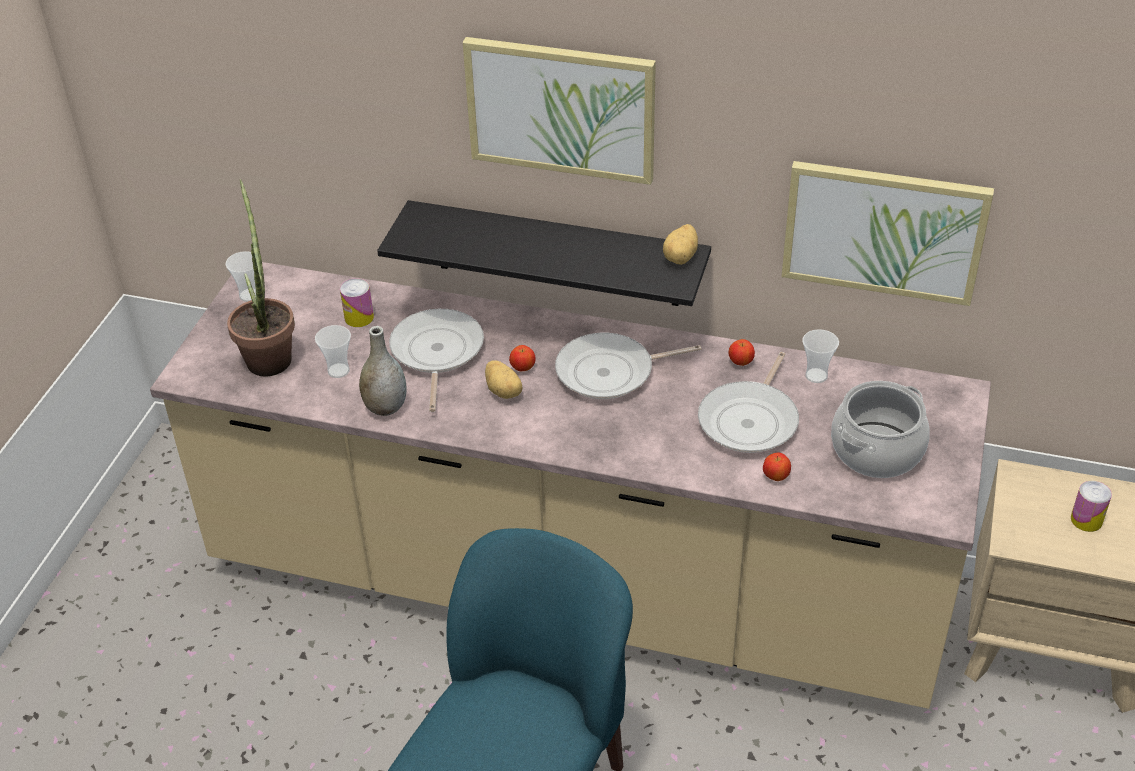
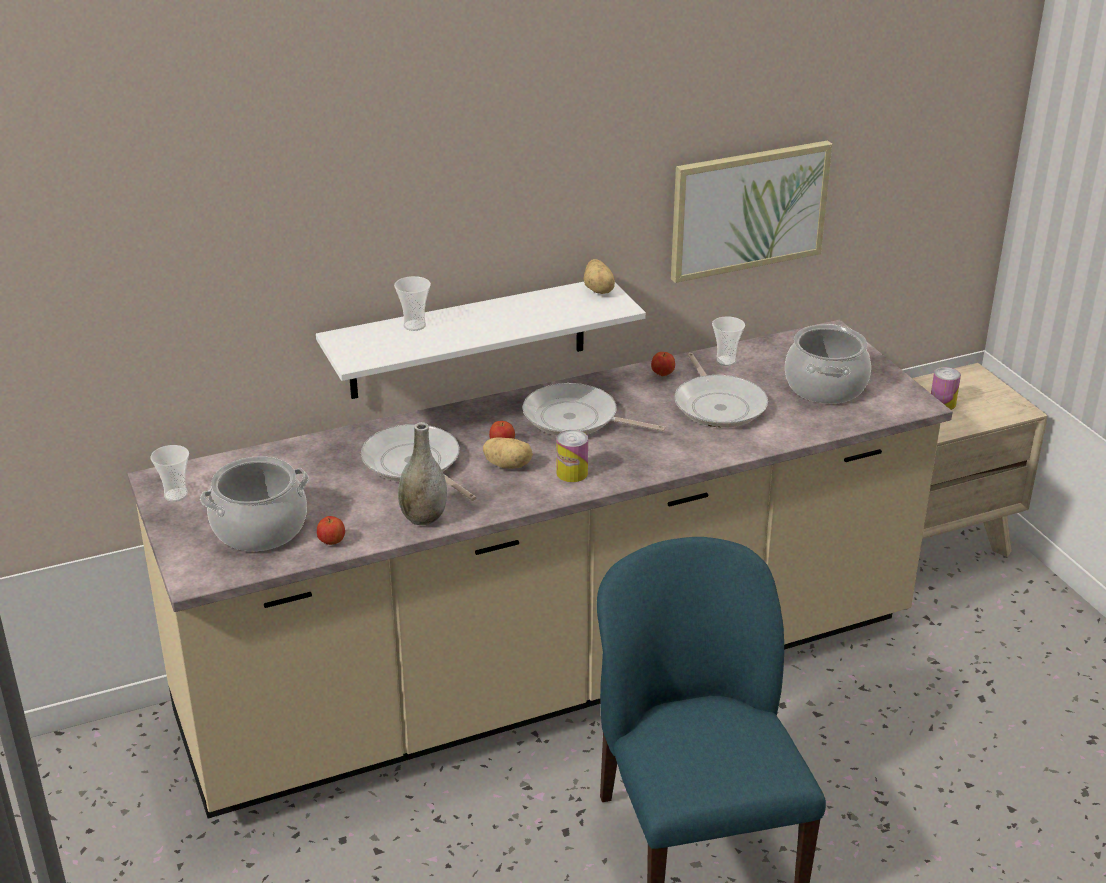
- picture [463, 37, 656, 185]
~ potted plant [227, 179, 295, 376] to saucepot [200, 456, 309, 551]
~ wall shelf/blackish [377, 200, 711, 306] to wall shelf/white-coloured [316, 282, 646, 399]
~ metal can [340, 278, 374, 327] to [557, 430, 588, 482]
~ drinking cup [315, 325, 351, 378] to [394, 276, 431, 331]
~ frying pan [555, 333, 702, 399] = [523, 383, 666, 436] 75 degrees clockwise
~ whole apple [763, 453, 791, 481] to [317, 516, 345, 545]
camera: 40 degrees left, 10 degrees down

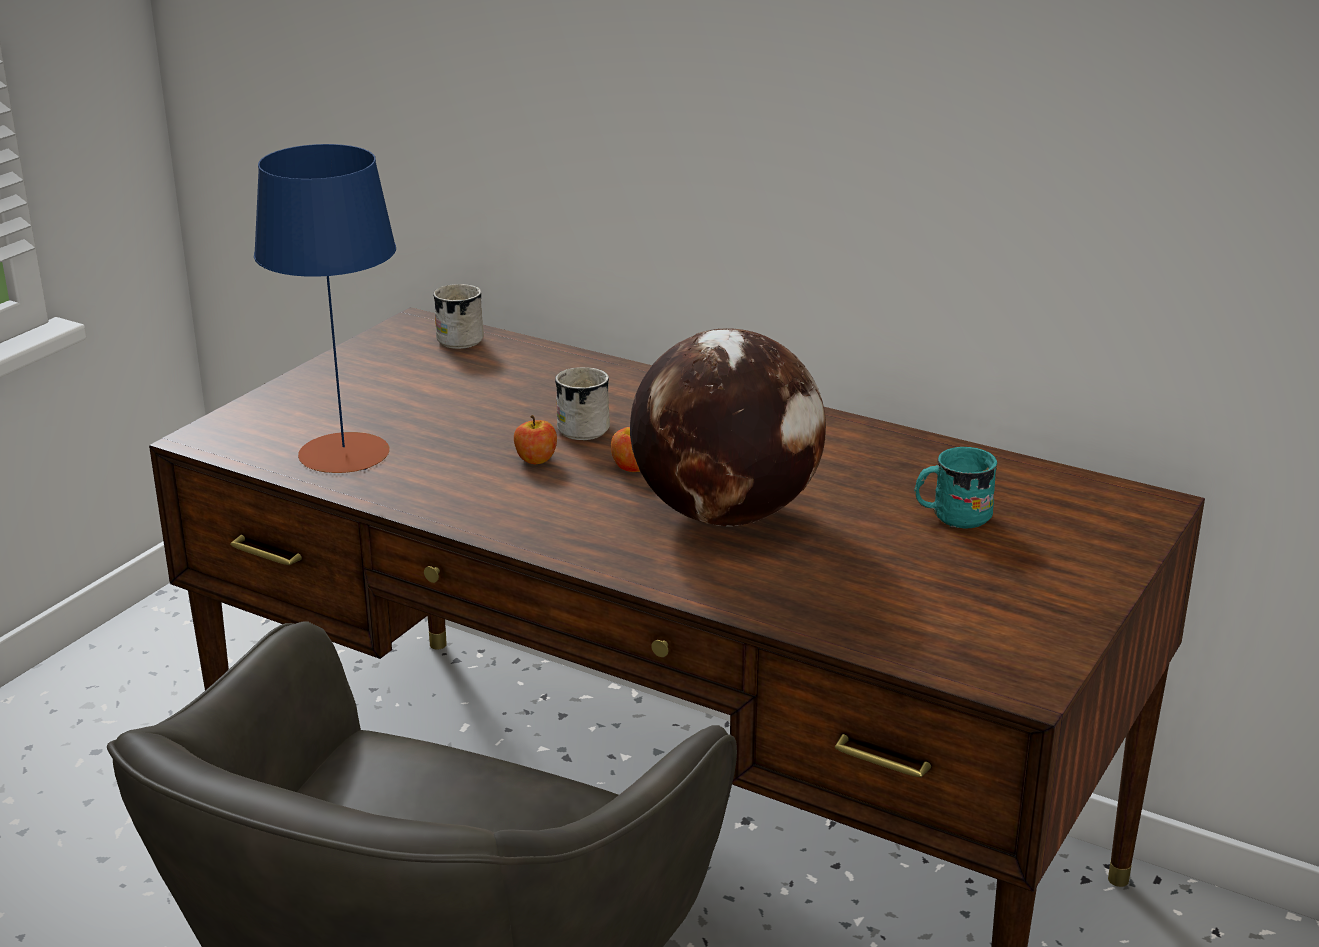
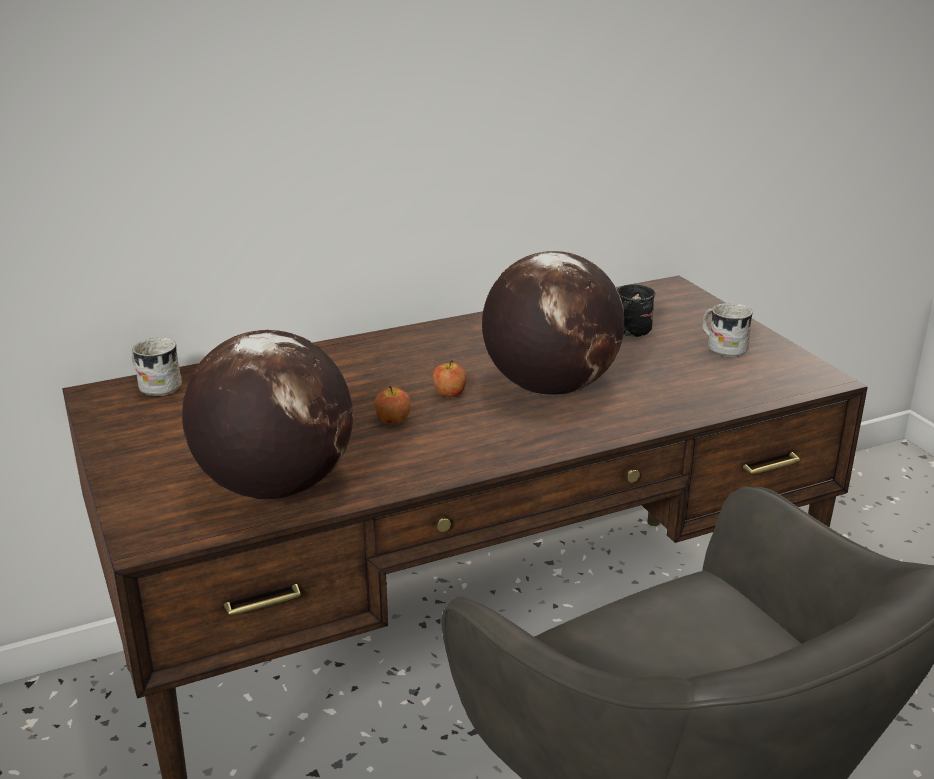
~ lamp for a table/blue-coloured [254, 144, 396, 473] to desk globe [182, 330, 353, 499]
~ coffee mug/white-coloured [555, 367, 610, 440] to [702, 303, 753, 357]
~ coffee mug/blue-green [914, 447, 998, 528] to coffee mug/blackish [617, 285, 655, 337]
camera: 55 degrees left, 0 degrees up

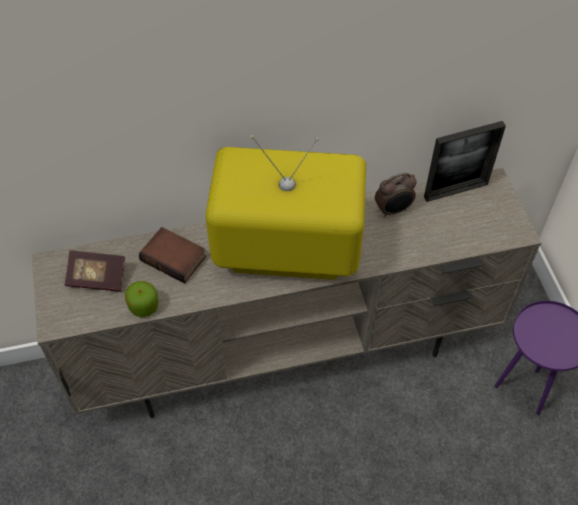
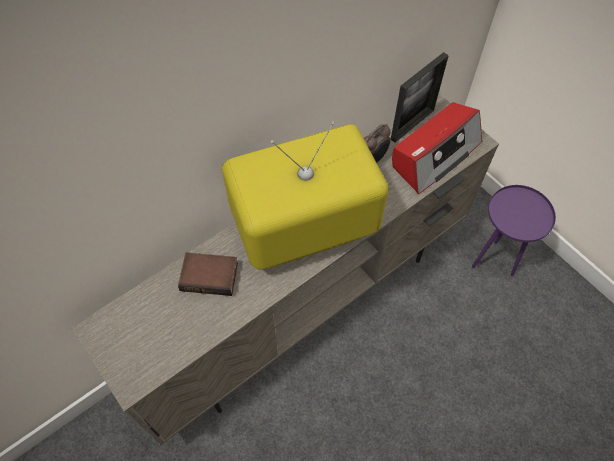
- book [65, 250, 125, 292]
- whole apple [125, 281, 158, 317]
+ radio [392, 102, 482, 194]
camera: 25 degrees left, 5 degrees up

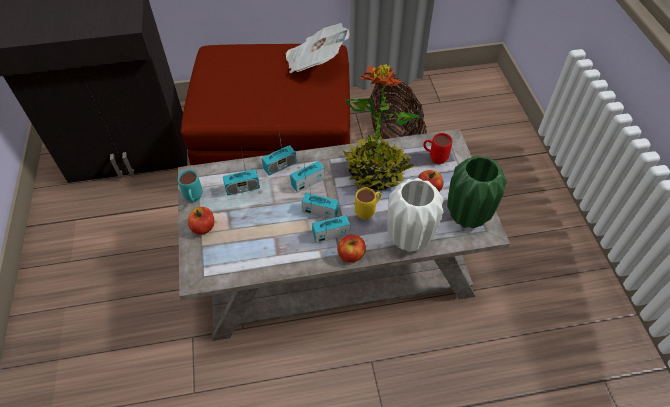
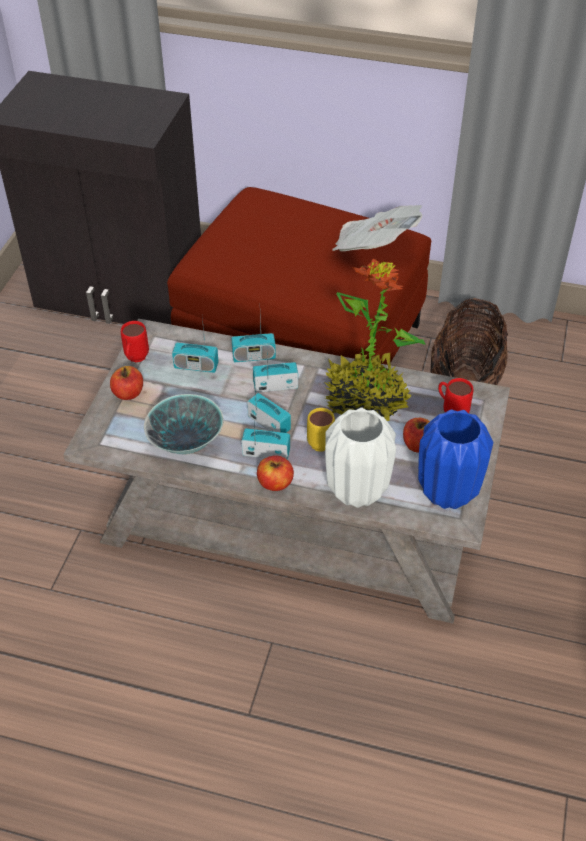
~ flower vase/green-coloured [447, 155, 507, 228] to flower vase/blue-coloured [418, 410, 493, 509]
~ coffee mug/blue-green [178, 170, 203, 202] to coffee mug/reddish [121, 321, 149, 362]
+ deep dish [144, 394, 224, 455]
camera: 25 degrees right, 5 degrees down

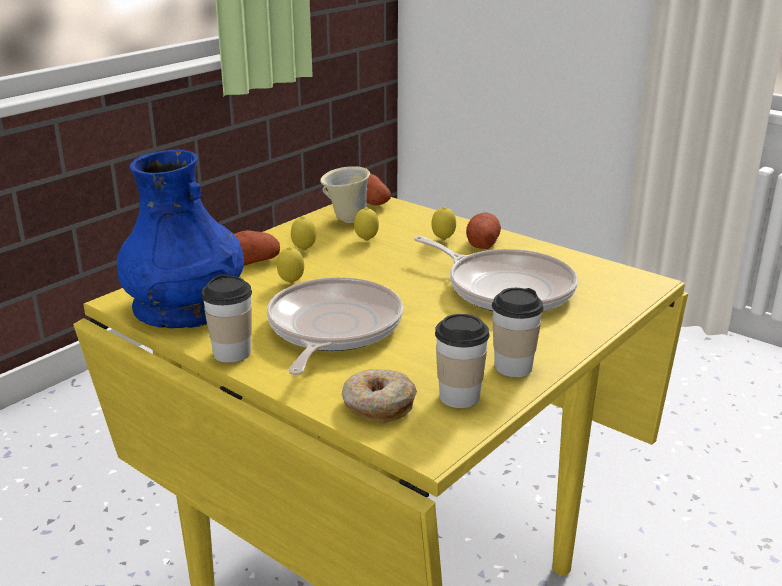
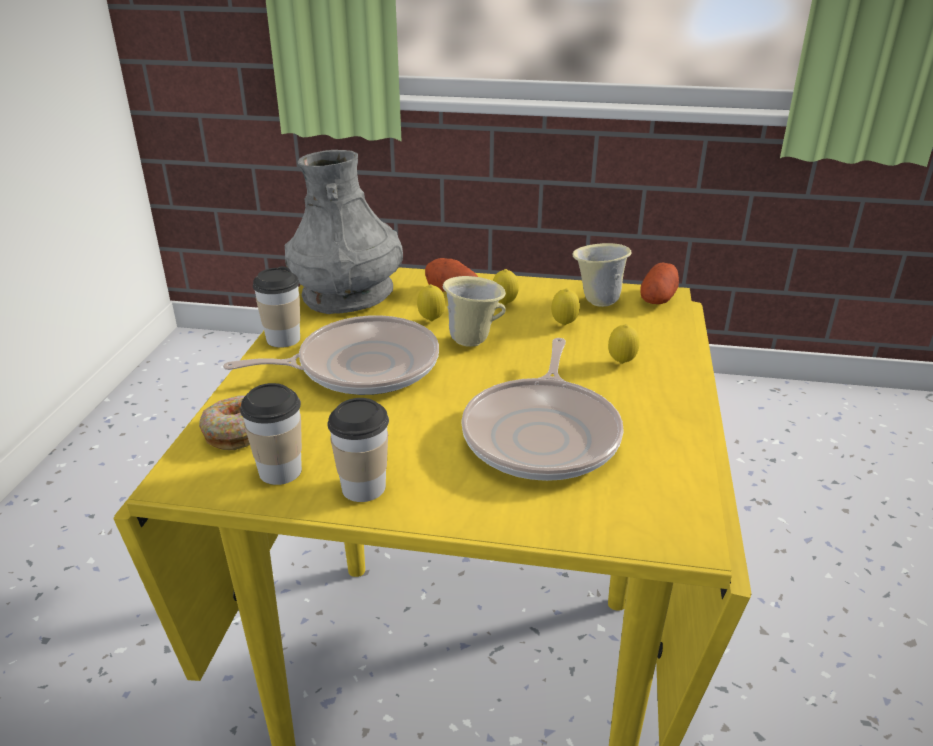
~ flower vase/blue-coloured [117, 150, 244, 328] to flower vase/gray [285, 150, 403, 314]
- whole potato [466, 212, 501, 249]
+ coffee mug/beige-coloured [443, 276, 506, 347]
camera: 60 degrees right, 5 degrees up

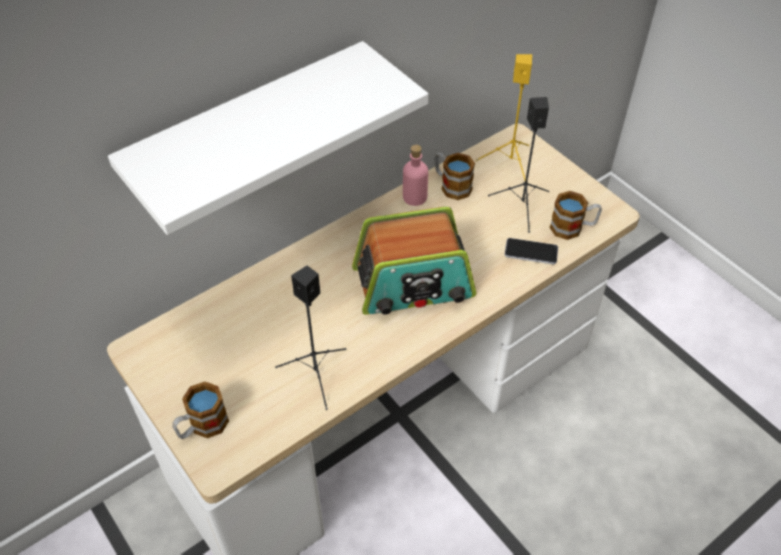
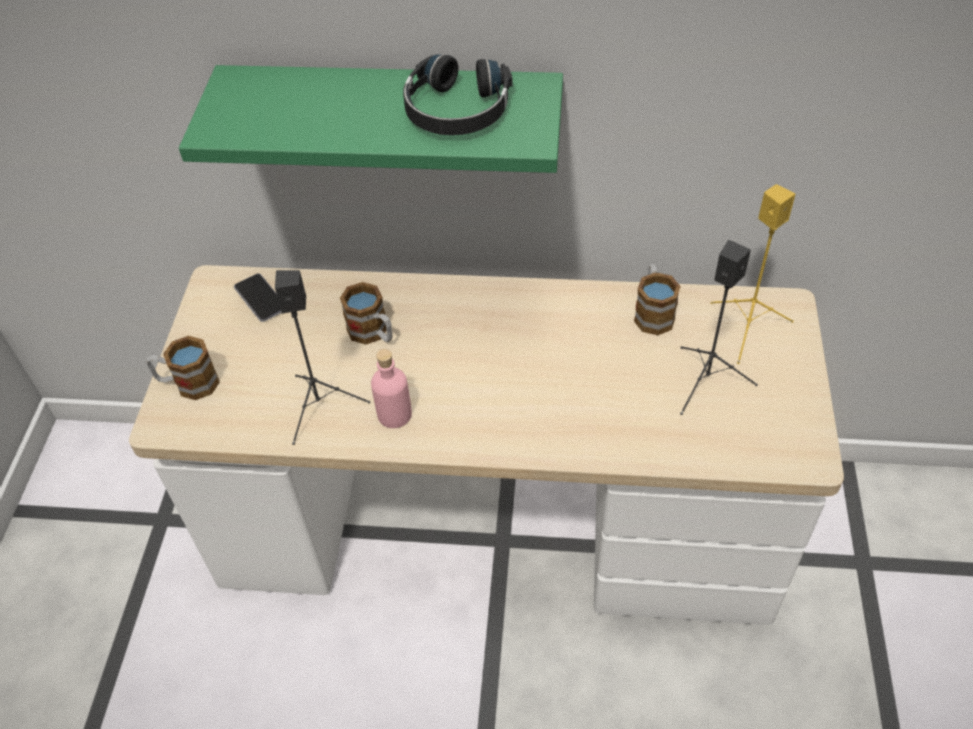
~ wall shelf/white-coloured [108, 41, 429, 235] to wall shelf/green-coloured [179, 65, 563, 173]
~ bottle/pink-coloured [403, 145, 428, 206] to [371, 349, 412, 428]
~ coffee mug [549, 191, 602, 240] to [340, 282, 393, 345]
- radio [352, 207, 476, 315]
~ telephone [504, 238, 558, 264] to [234, 273, 282, 322]
+ pair of headphones/blackish [403, 54, 513, 135]
camera: 45 degrees right, 0 degrees up

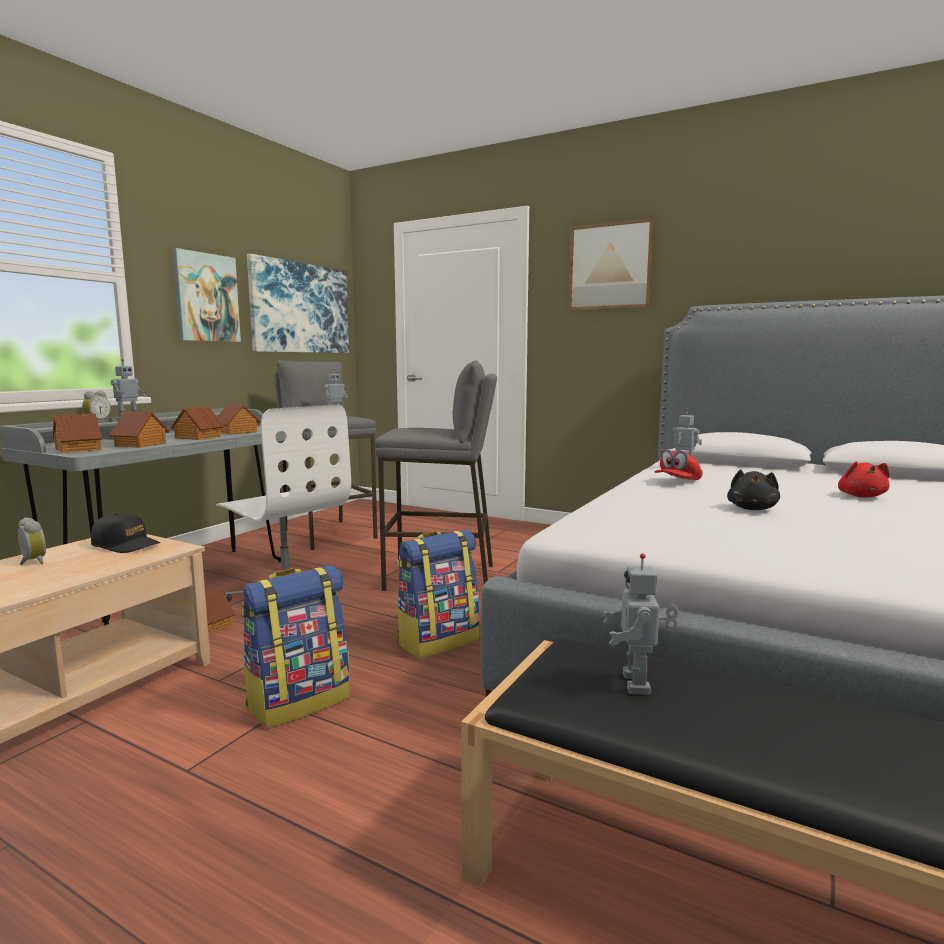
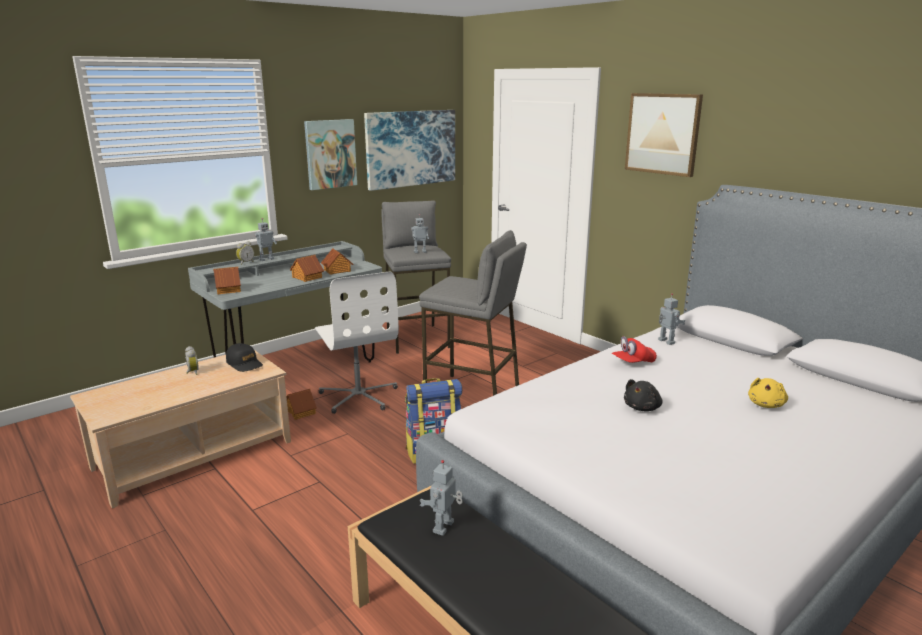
- miniature house [109, 411, 170, 448]
~ cuddly toy/reddish [838, 461, 890, 498] to cuddly toy/yellow [748, 378, 788, 408]
- backpack [241, 565, 350, 728]
camera: 20 degrees right, 10 degrees up

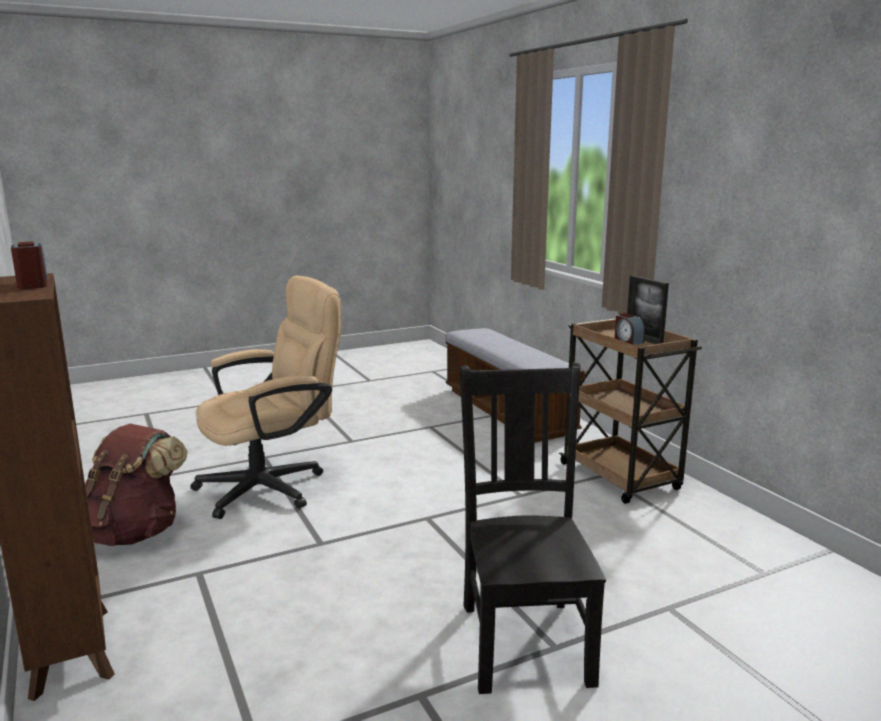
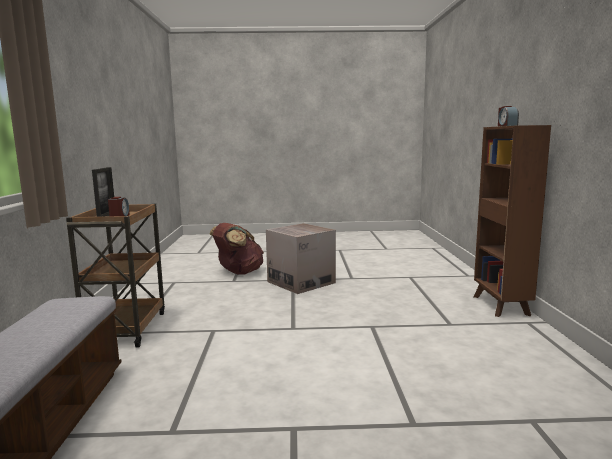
- office chair/beige-coloured [190, 275, 341, 519]
~ plain chair/blackish [459, 363, 606, 694] to packing box [266, 223, 336, 294]
~ backpack/brown-coloured [85, 424, 188, 546] to [210, 223, 264, 274]
camera: 155 degrees left, 5 degrees down

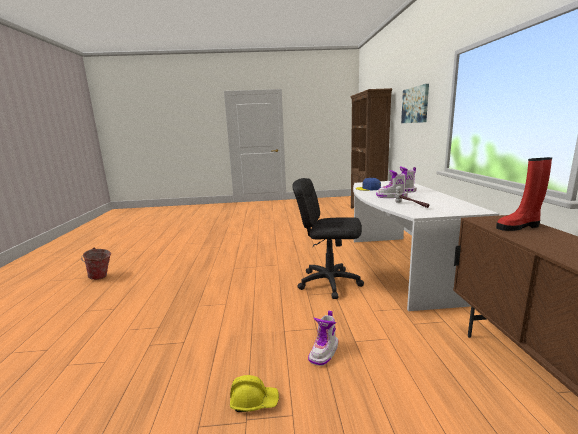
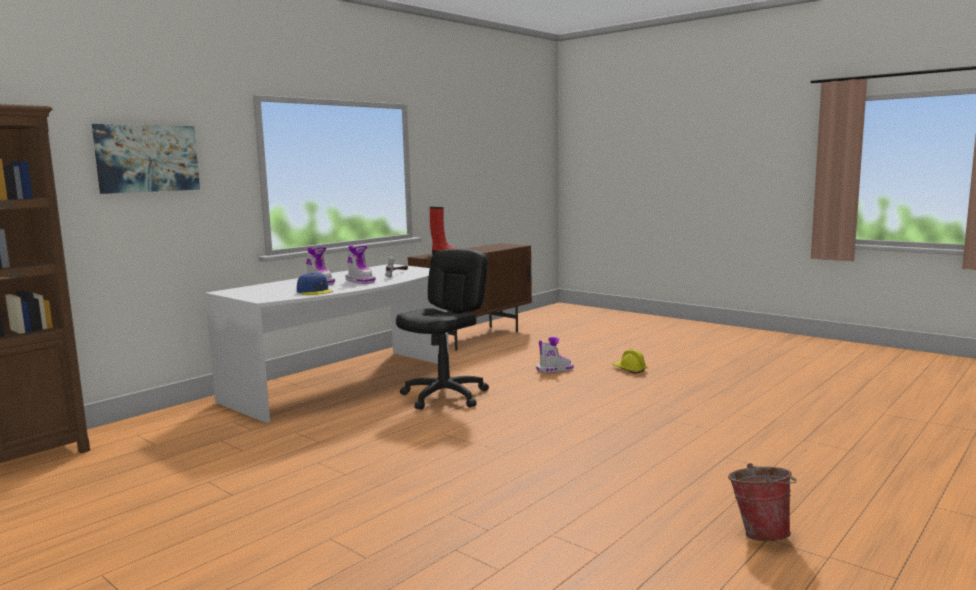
~ office chair/blackish [292, 178, 364, 299] = [396, 249, 489, 410] 120 degrees counterclockwise
camera: 135 degrees left, 5 degrees down

